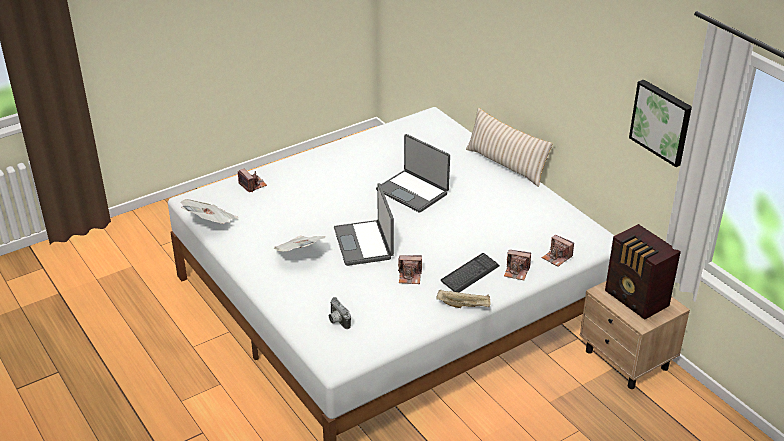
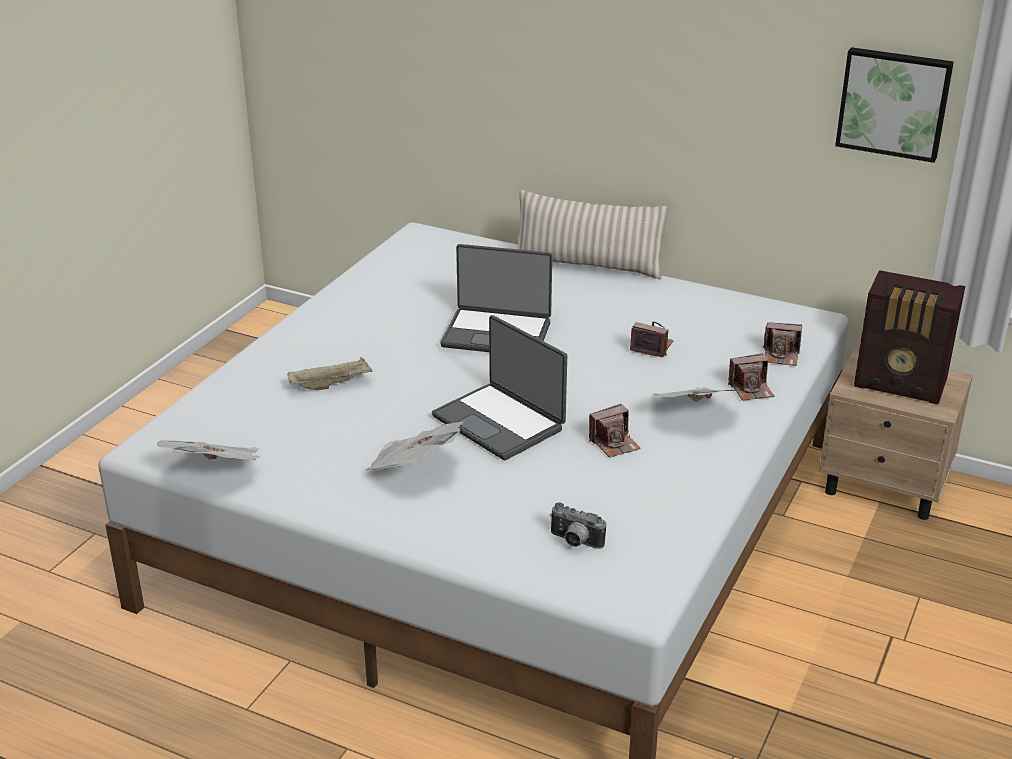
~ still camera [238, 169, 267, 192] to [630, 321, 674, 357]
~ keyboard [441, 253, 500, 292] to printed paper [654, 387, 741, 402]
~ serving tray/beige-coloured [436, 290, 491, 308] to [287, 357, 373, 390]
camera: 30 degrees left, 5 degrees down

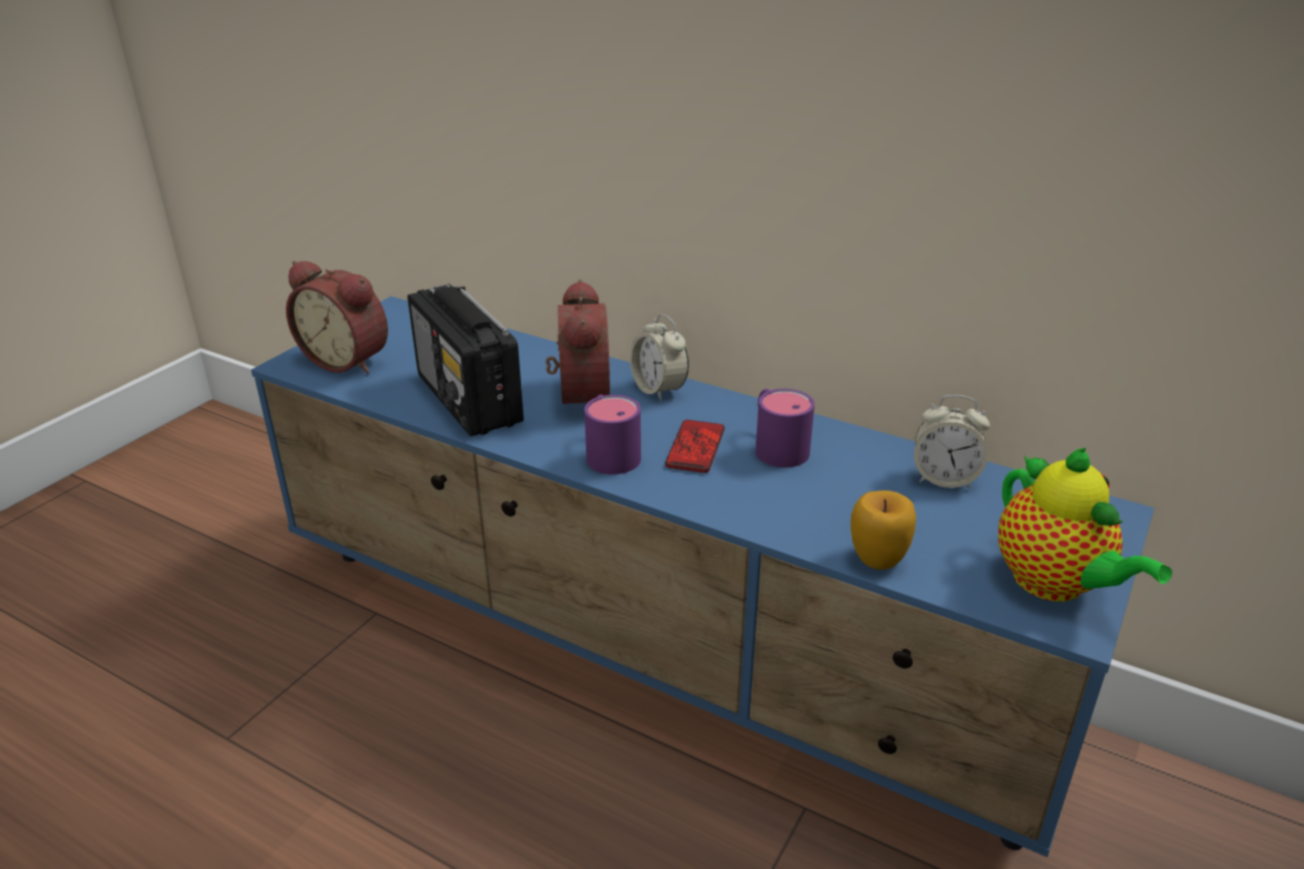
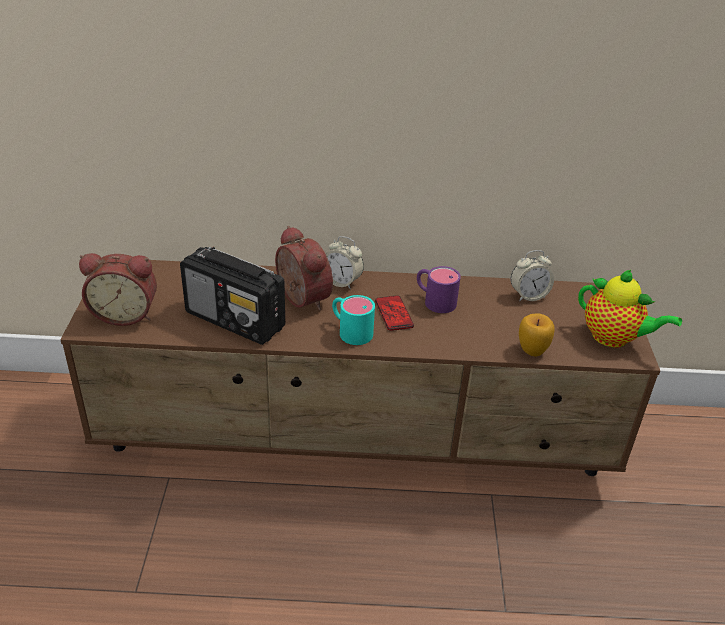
~ media console/blue-coloured [251, 296, 1154, 857] to media console/brown-coloured [60, 260, 660, 476]
~ coffee mug/purple-coloured [584, 394, 641, 475] to coffee mug/blue-green [332, 295, 375, 345]
camera: 30 degrees left, 5 degrees up

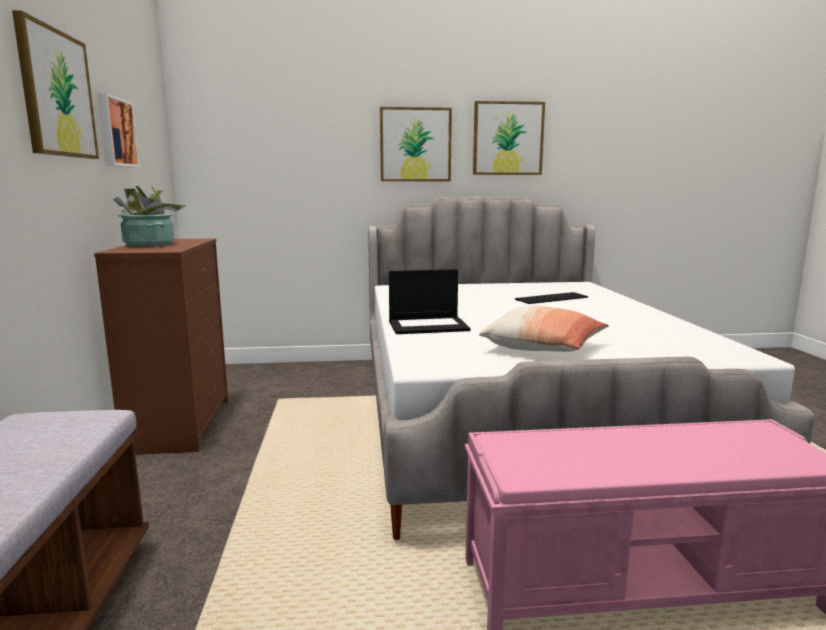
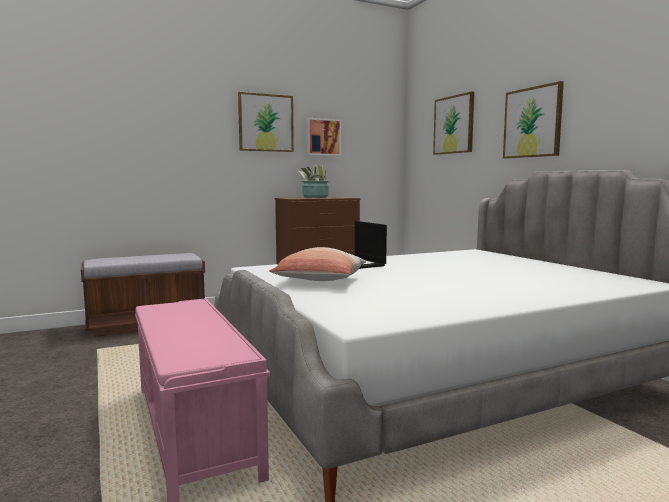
~ picture [473, 101, 545, 175] to [433, 91, 474, 155]
- keyboard [515, 292, 588, 304]
camera: 70 degrees right, 5 degrees down

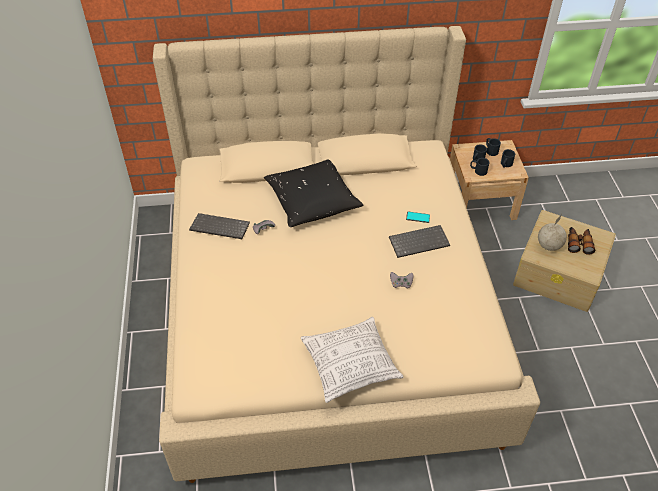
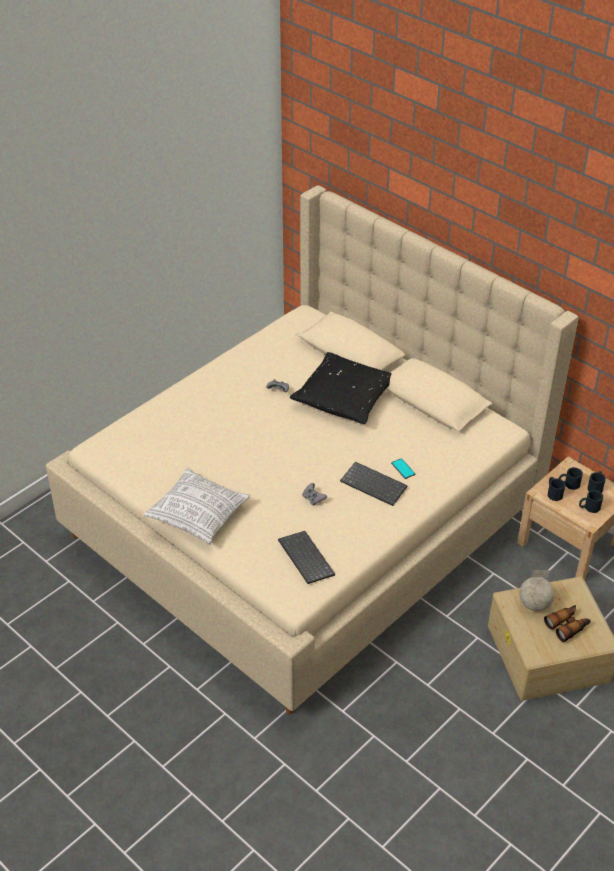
~ keyboard [189, 213, 250, 239] to [278, 531, 335, 584]
camera: 50 degrees right, 5 degrees down

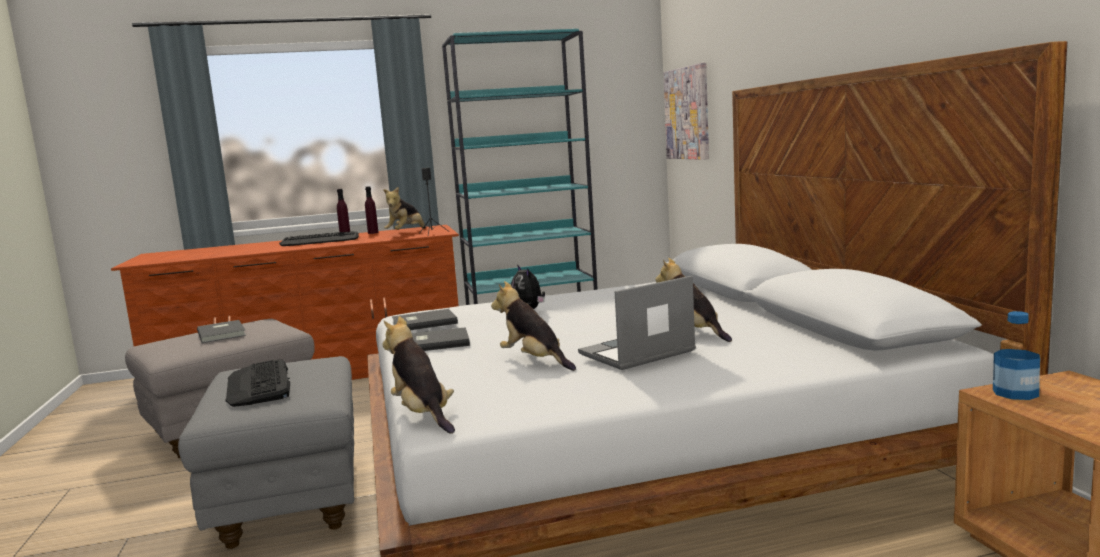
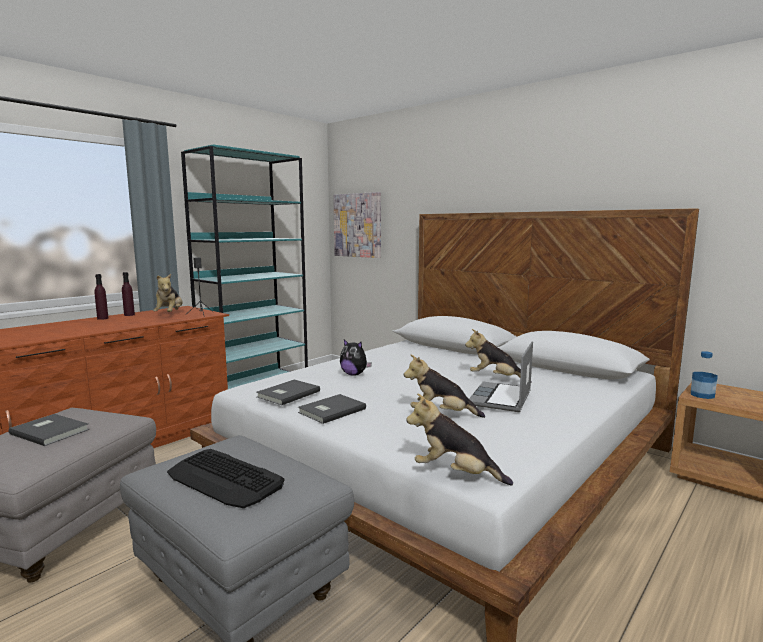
- keyboard [279, 231, 359, 246]
camera: 35 degrees left, 0 degrees up

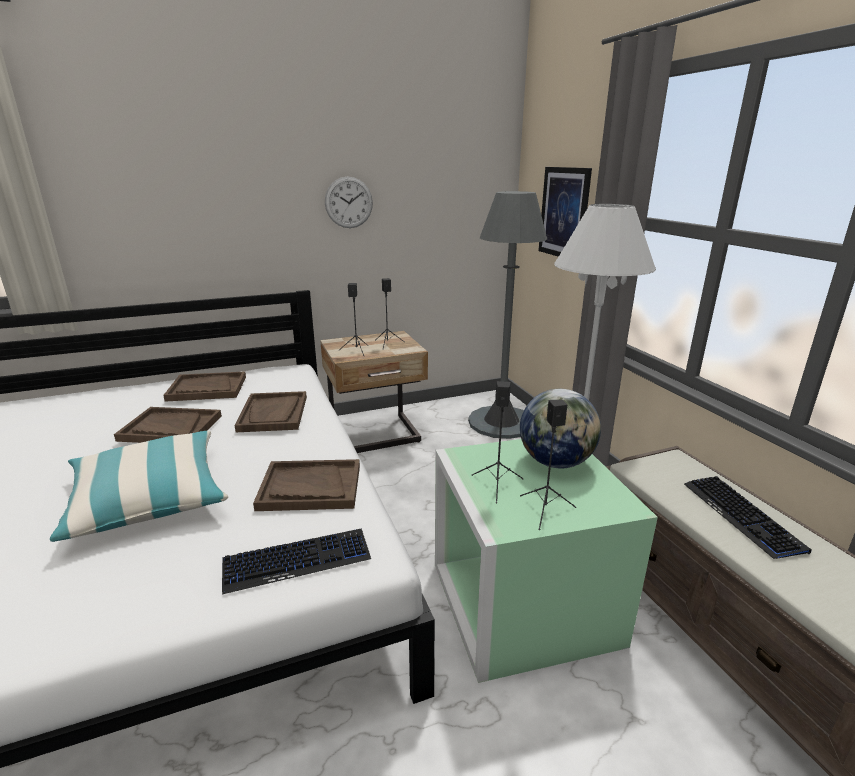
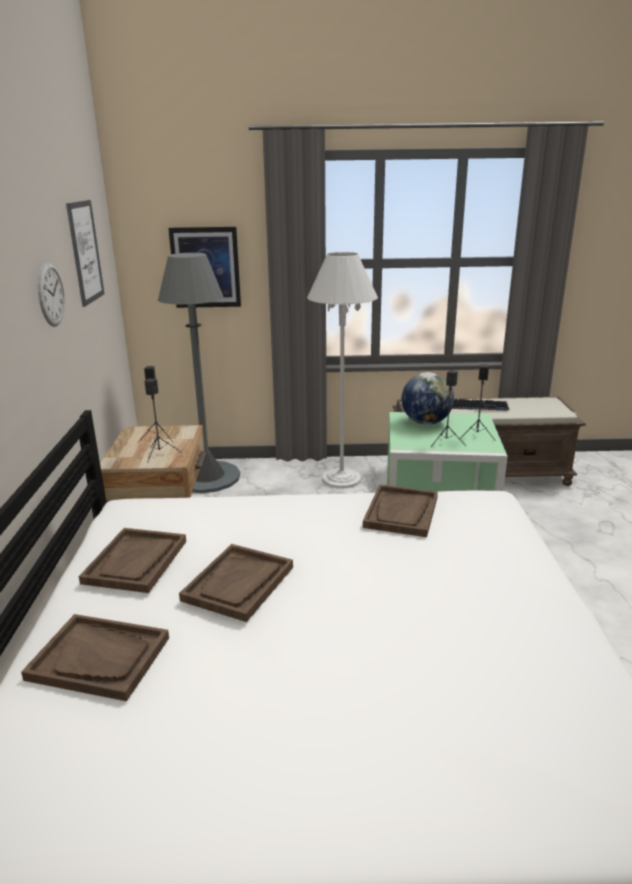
~ serving tray/brown-coloured [235, 391, 307, 432] to [21, 614, 169, 701]
- throw pillow [50, 430, 229, 542]
- keyboard [222, 529, 371, 594]
+ picture [66, 200, 104, 307]
camera: 70 degrees left, 0 degrees up

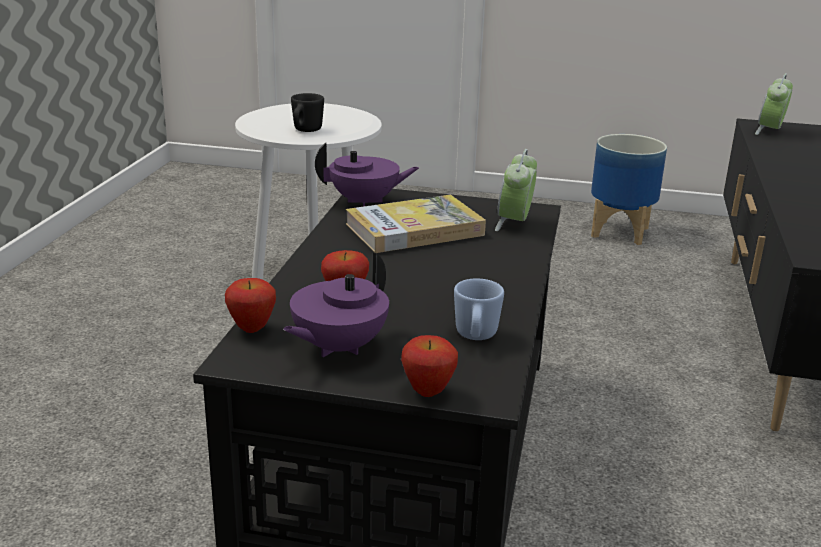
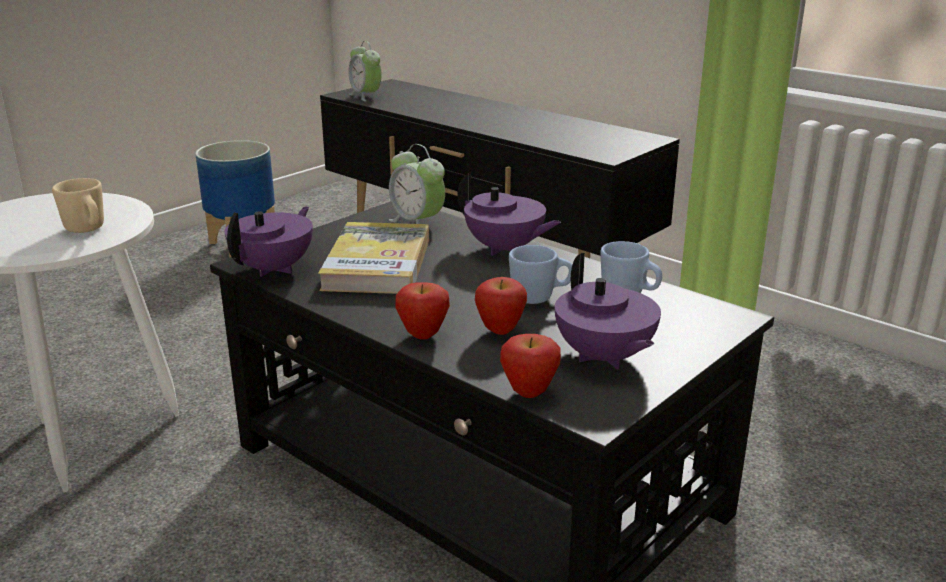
~ coffee mug/blackish [291, 93, 324, 132] to coffee mug/beige-coloured [52, 178, 104, 233]
~ whole apple [401, 335, 458, 397] to [396, 282, 450, 340]
+ tea pot/purple-coloured [458, 172, 561, 256]
+ coffee mug/blue-coloured [509, 245, 572, 304]
camera: 60 degrees left, 0 degrees up

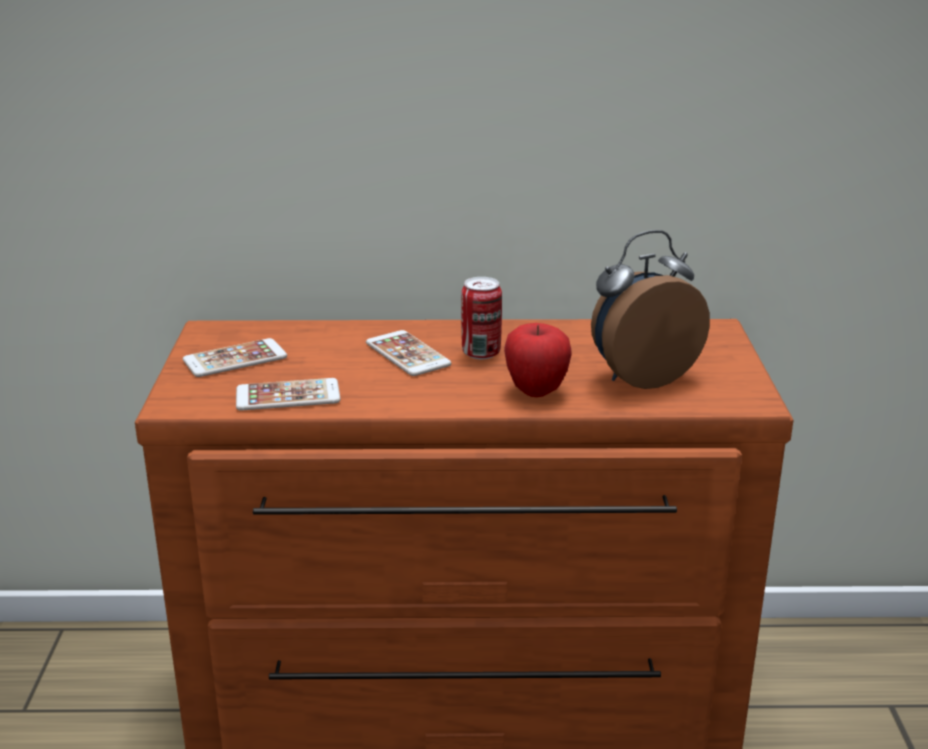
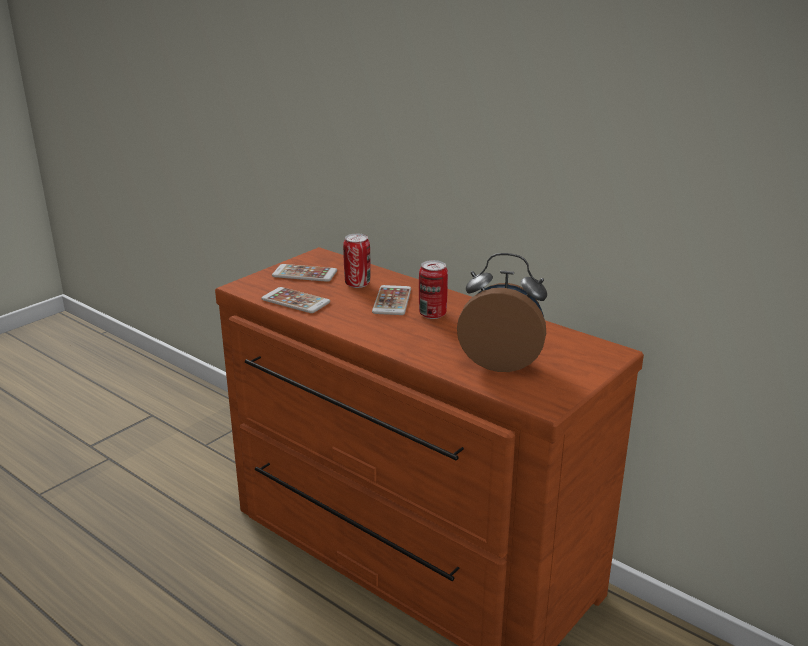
- whole apple [504, 323, 571, 397]
+ metal can [343, 234, 370, 288]
camera: 40 degrees right, 0 degrees up

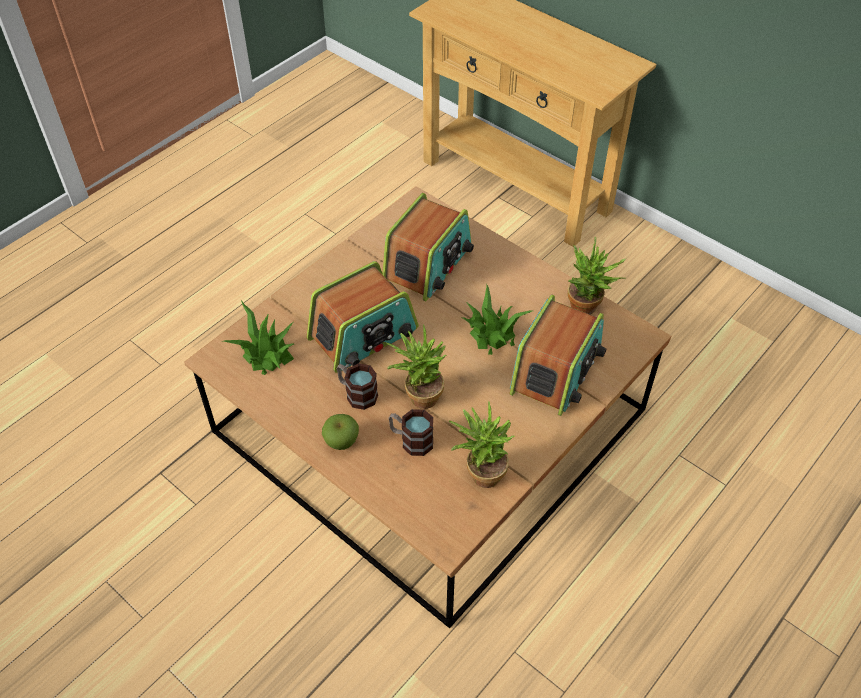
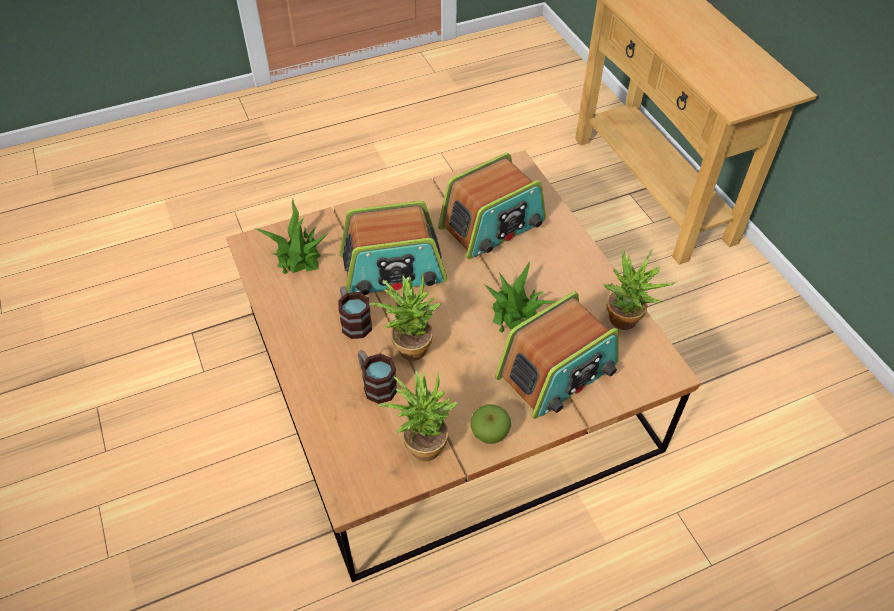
~ whole apple [322, 414, 359, 450] to [470, 404, 511, 444]
camera: 25 degrees right, 0 degrees up

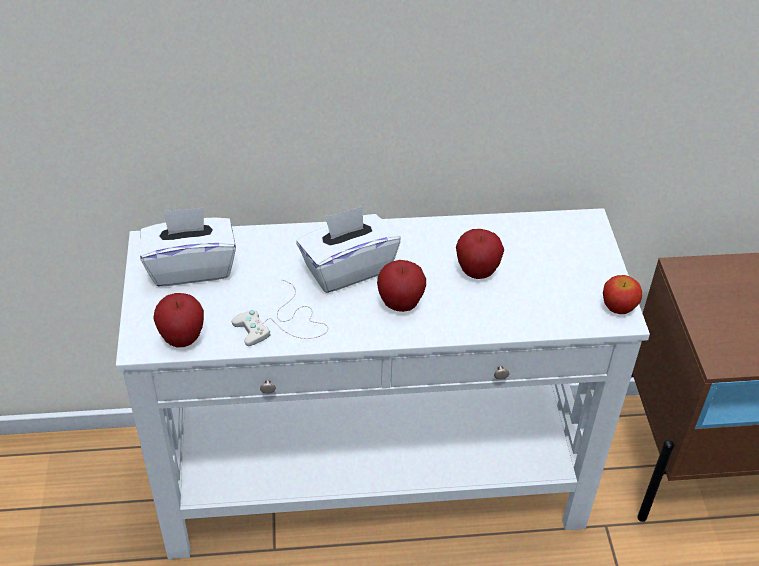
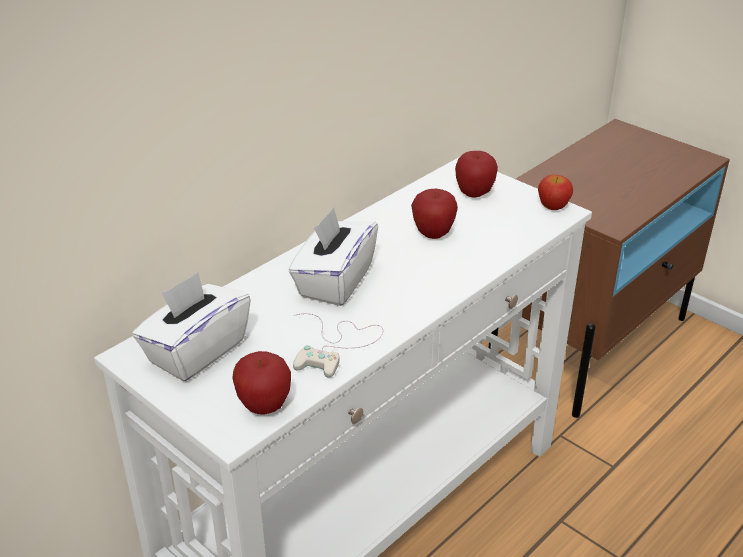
~ whole apple [377, 260, 426, 312] to [455, 151, 498, 197]
camera: 40 degrees left, 10 degrees down

